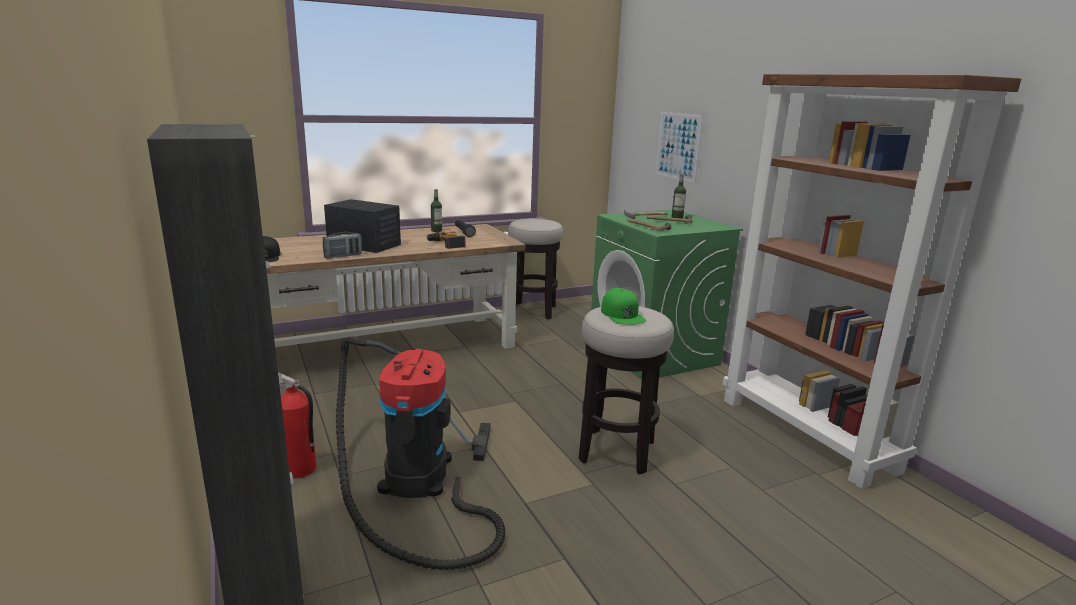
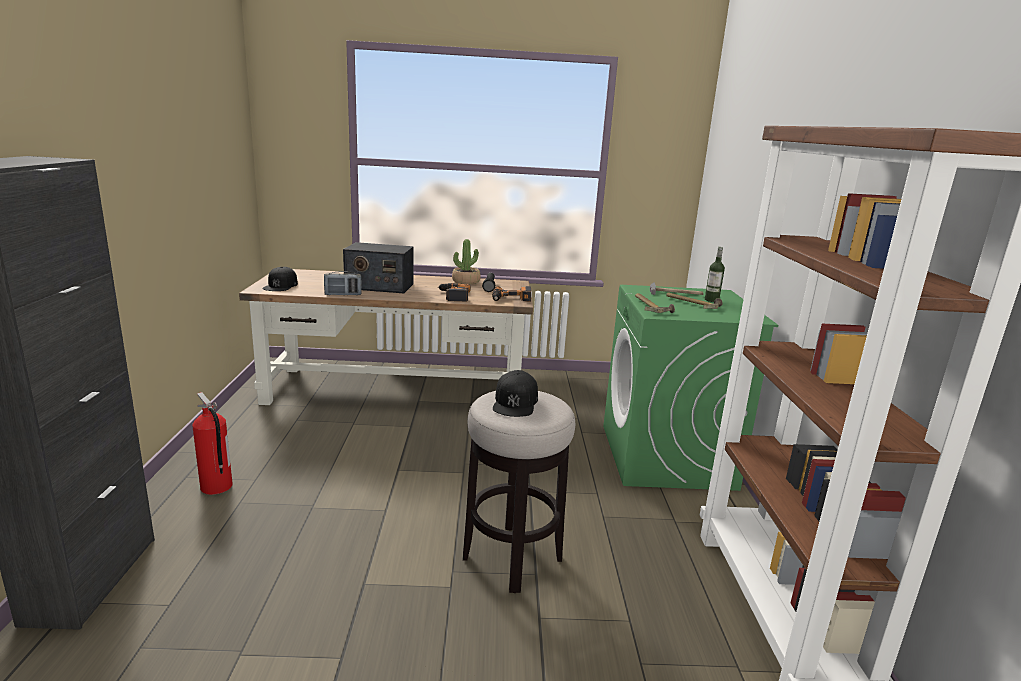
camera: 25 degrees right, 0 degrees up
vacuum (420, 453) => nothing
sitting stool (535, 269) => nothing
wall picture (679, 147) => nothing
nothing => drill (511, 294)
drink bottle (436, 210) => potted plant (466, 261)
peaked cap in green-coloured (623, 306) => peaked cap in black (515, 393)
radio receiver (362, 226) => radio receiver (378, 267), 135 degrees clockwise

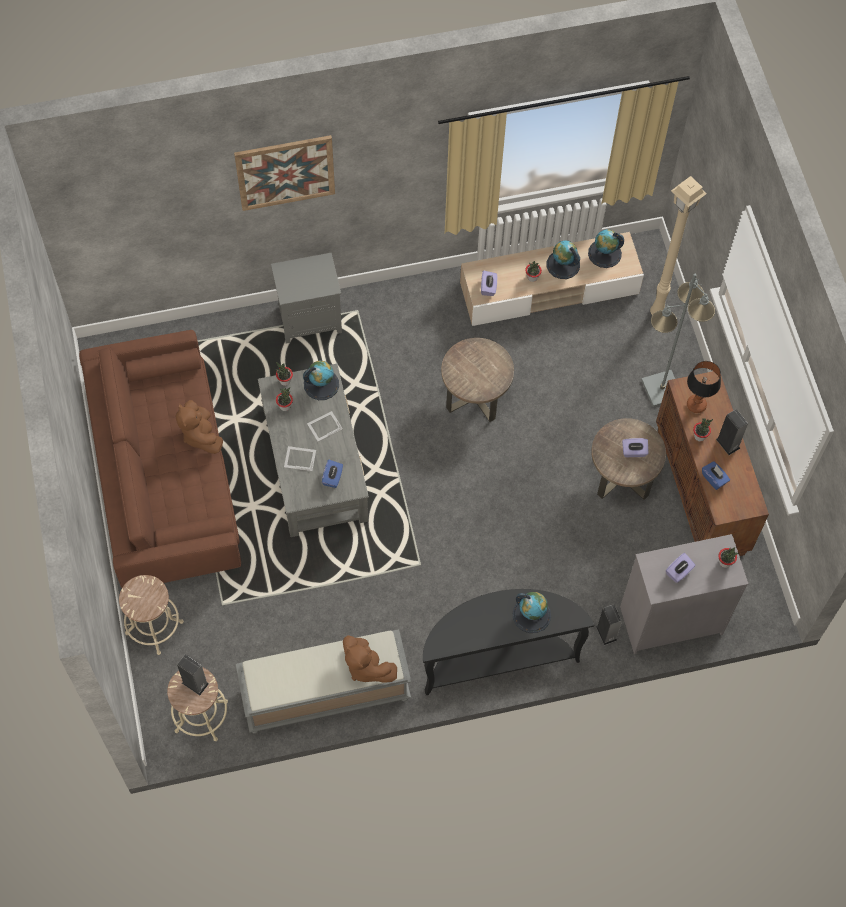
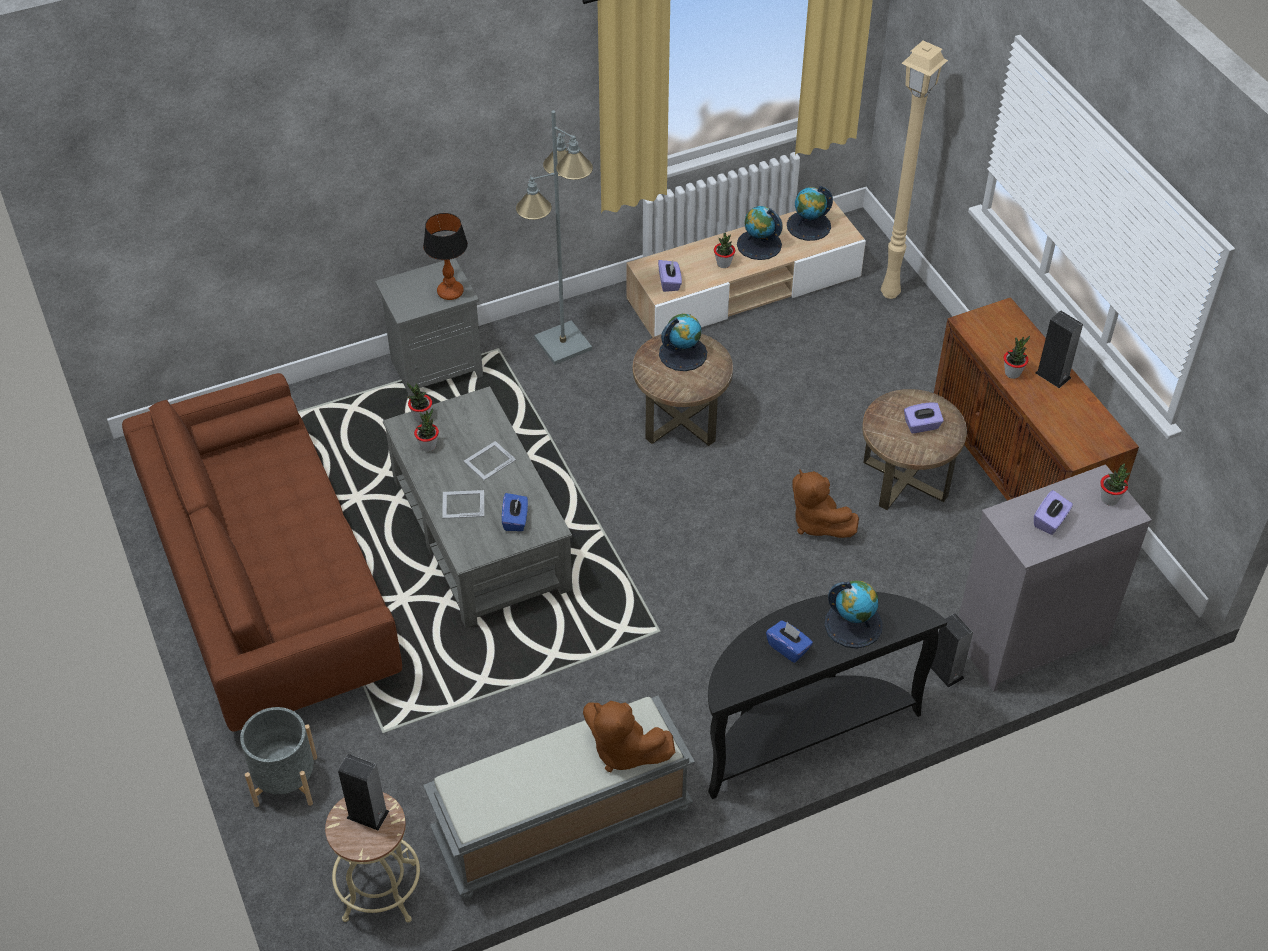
camera: 10 degrees left, 15 degrees down
wall picture (284, 173) => nothing
plush toy in brownish (199, 427) => plush toy in brownish (825, 503), moved
globe (321, 380) => globe (683, 342), moved
floor lamp in greyish (678, 340) => floor lamp in greyish (554, 237), moved
table lamp (704, 387) => table lamp (445, 256), moved
box of tissues in blue (716, 475) => box of tissues in blue (789, 641), moved
sitting stool in sand-coloured (151, 615) => plant pot in greyish (278, 757)

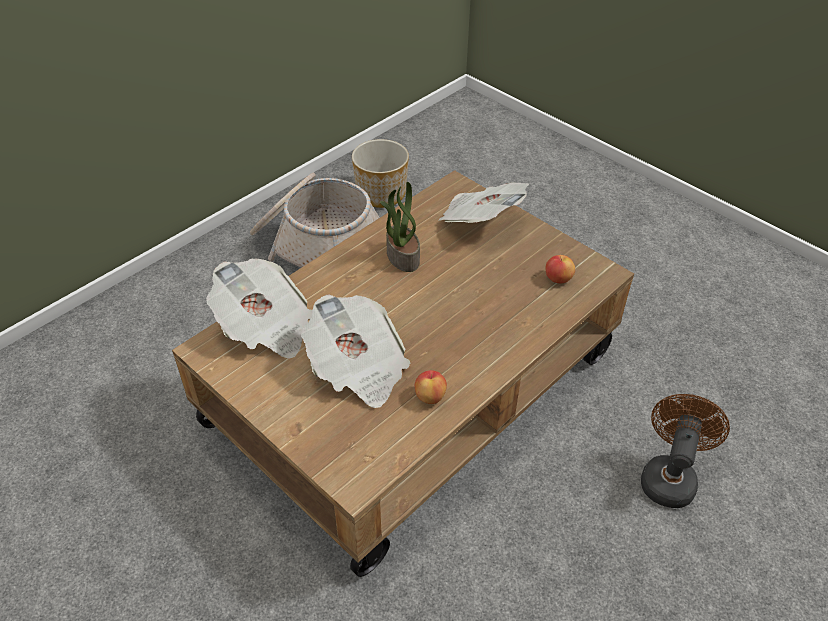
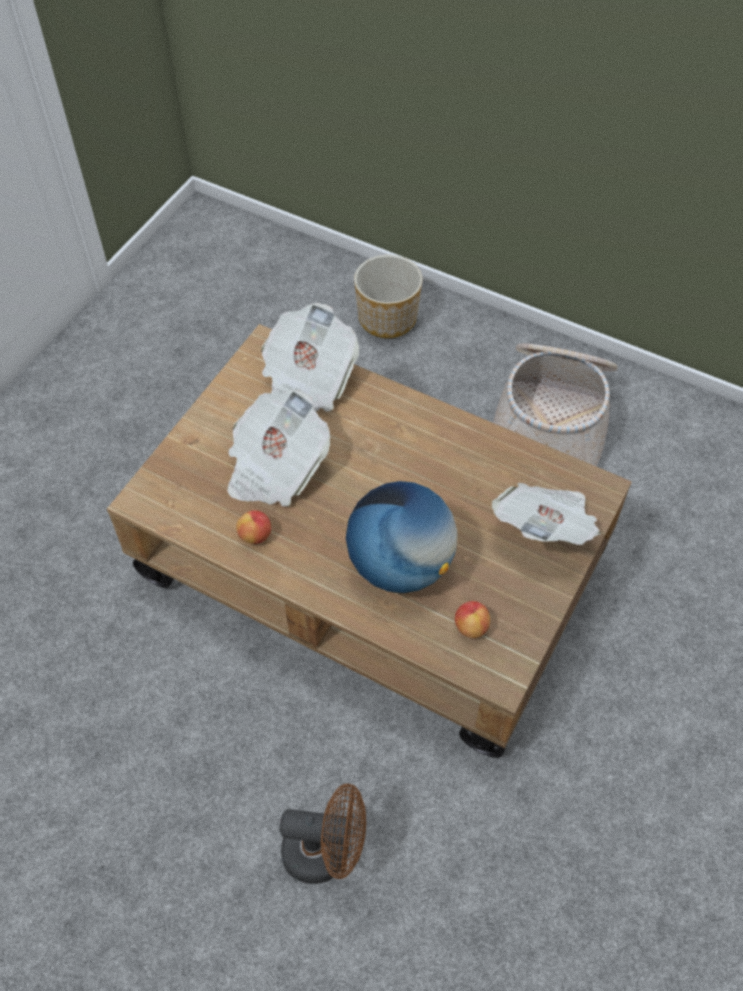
camera: 75 degrees right, 10 degrees up
potted plant (400, 227) => nothing
nothing => globe (401, 537)
plant pot (380, 173) => plant pot (388, 296), moved

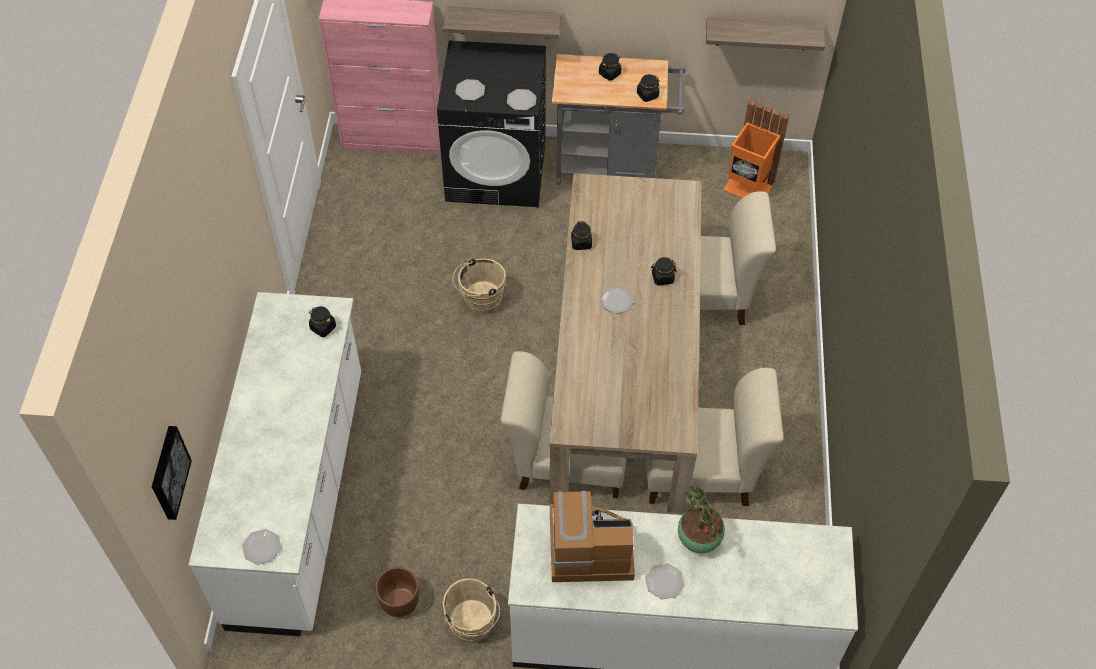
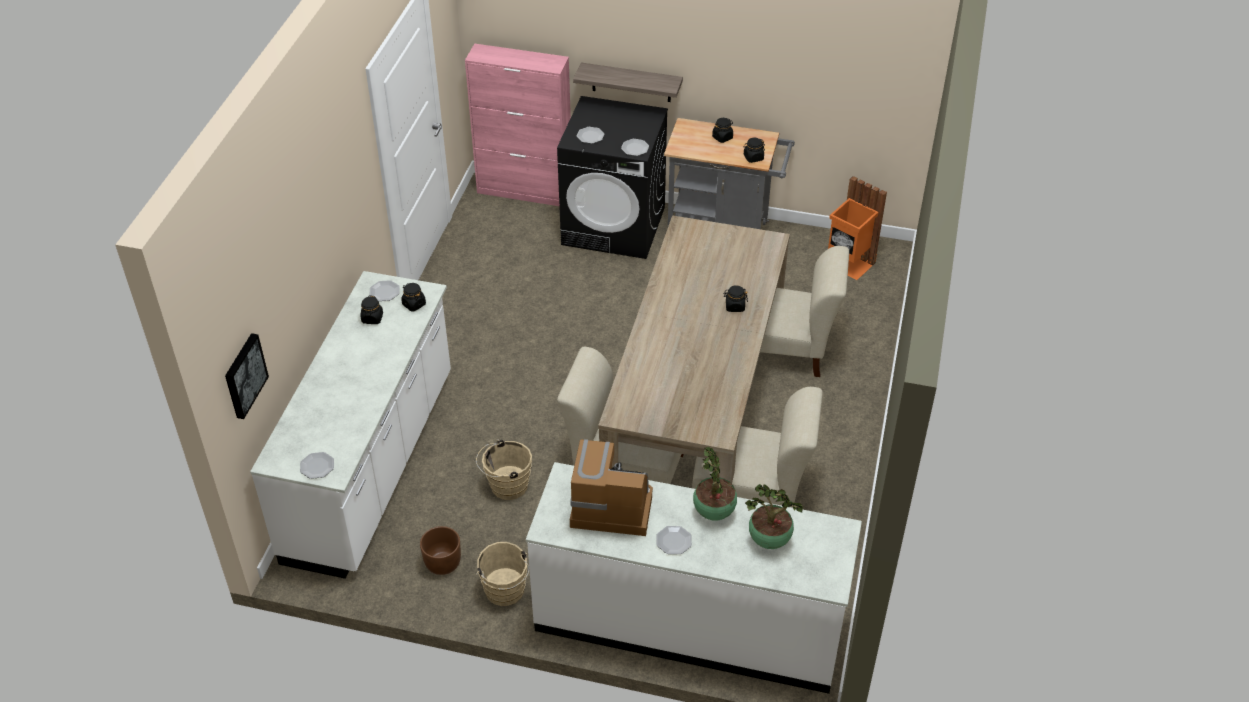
camera: 10 degrees right, 10 degrees down
bracket shelf (765, 34) => nothing
nothing => potted plant (774, 516)
pail in sand-coloured (479, 286) => pail in sand-coloured (504, 469), moved
storage jar in black (581, 235) => storage jar in black (372, 309), moved
plate (617, 300) => plate (384, 290), moved

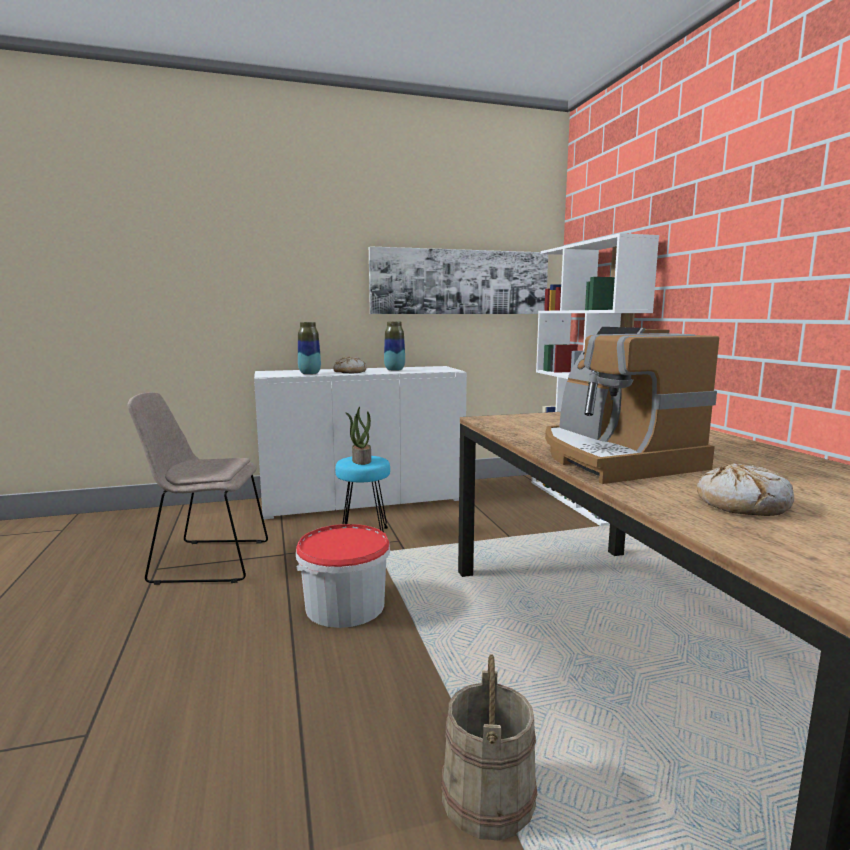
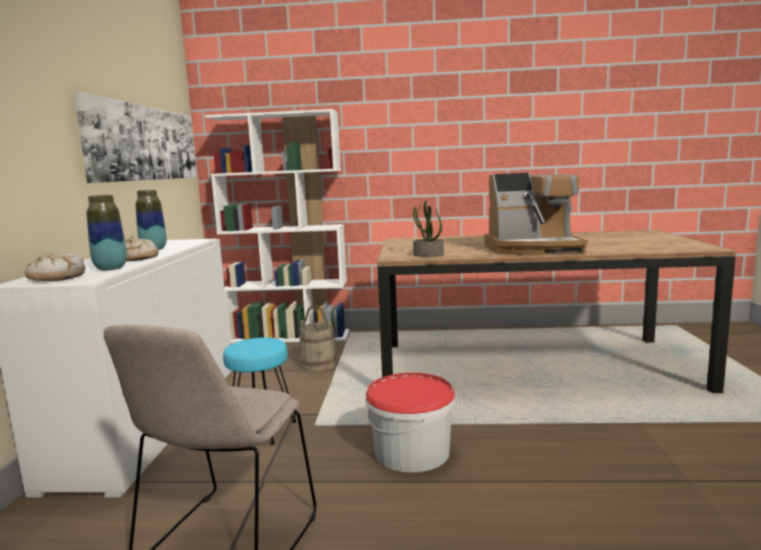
camera: 70 degrees left, 0 degrees up
potted plant (358, 436) => potted plant (428, 228), moved
pail in sand-coloured (489, 748) => pail in sand-coloured (318, 338), moved
bakery bread (745, 489) => bakery bread (55, 267), moved

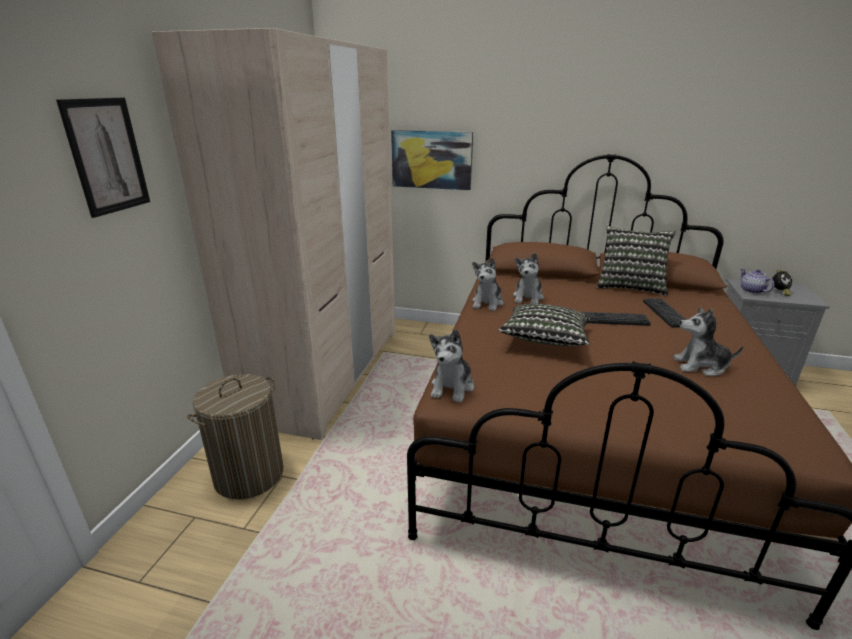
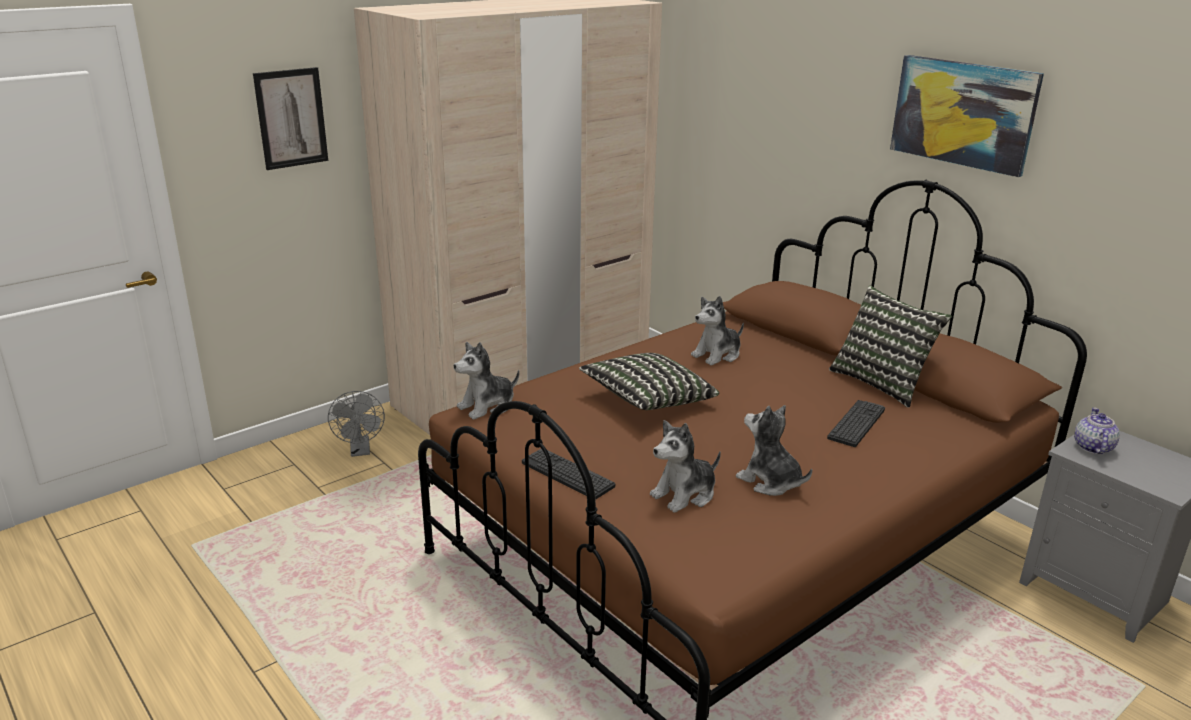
camera: 35 degrees right, 0 degrees up
bedside clock (782, 282) => nothing
wall picture (432, 160) => wall picture (967, 116), moved
plush toy (488, 284) => plush toy (685, 466), moved
computer keyboard (616, 319) => computer keyboard (568, 474), moved
hamper (235, 437) => cooling fan in greyish (356, 424)

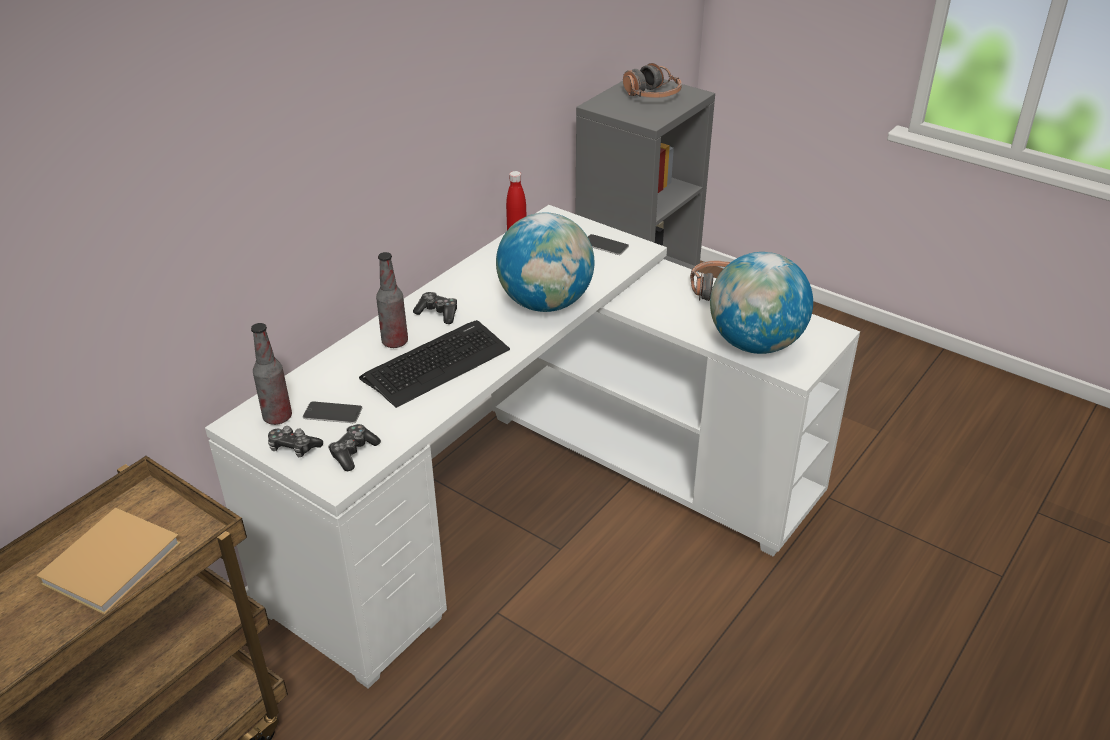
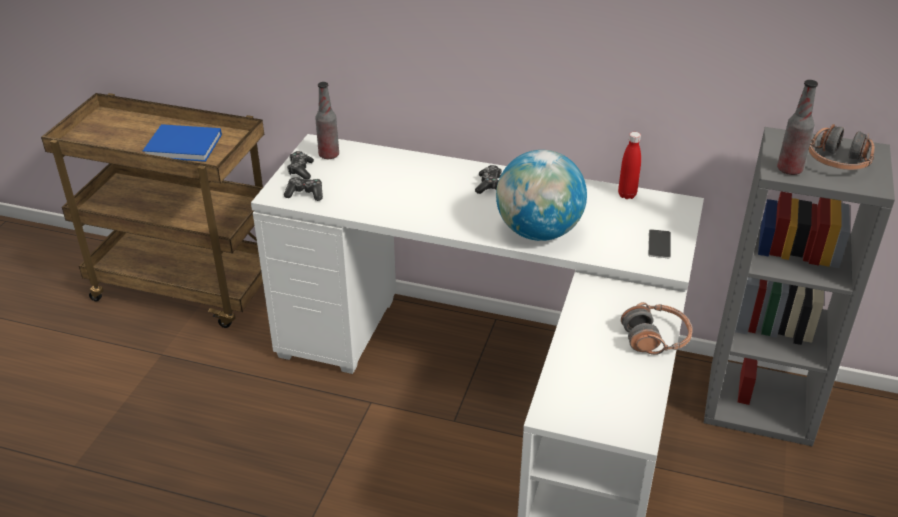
camera: 70 degrees right, 0 degrees up
handset (333, 412) => nothing
computer keyboard (434, 364) => nothing
globe (761, 303) => nothing
drink bottle (392, 300) => drink bottle (797, 127), moved
volume in sand-coloured (108, 561) => volume in blue (182, 143)

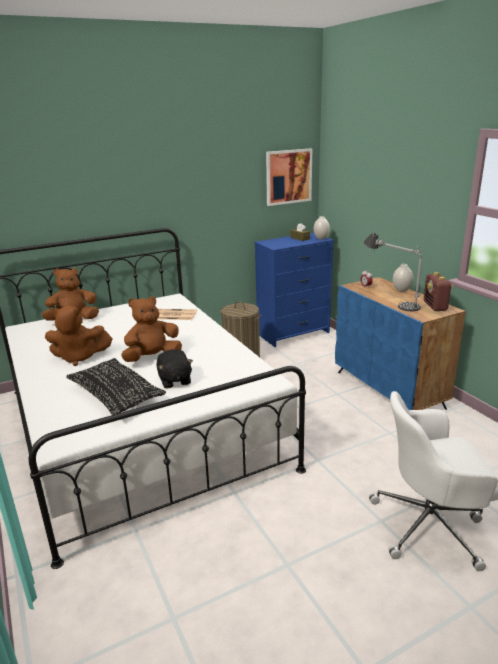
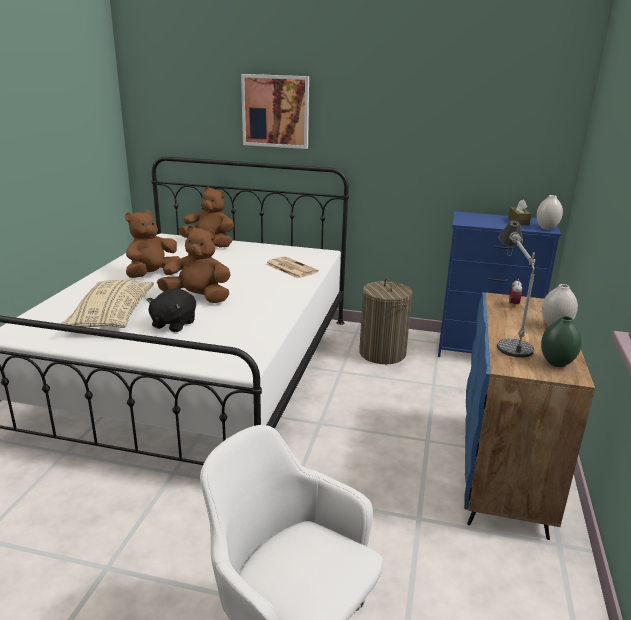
camera: 40 degrees right, 0 degrees up
wall picture (289, 177) => wall picture (275, 111), moved
radio receiver (438, 291) => vase in green-coloured (561, 341)
throw pillow in black (116, 386) => throw pillow in sand-coloured (107, 304)
plush toy in brownish (78, 336) => plush toy in brownish (152, 244), 90 degrees clockwise

